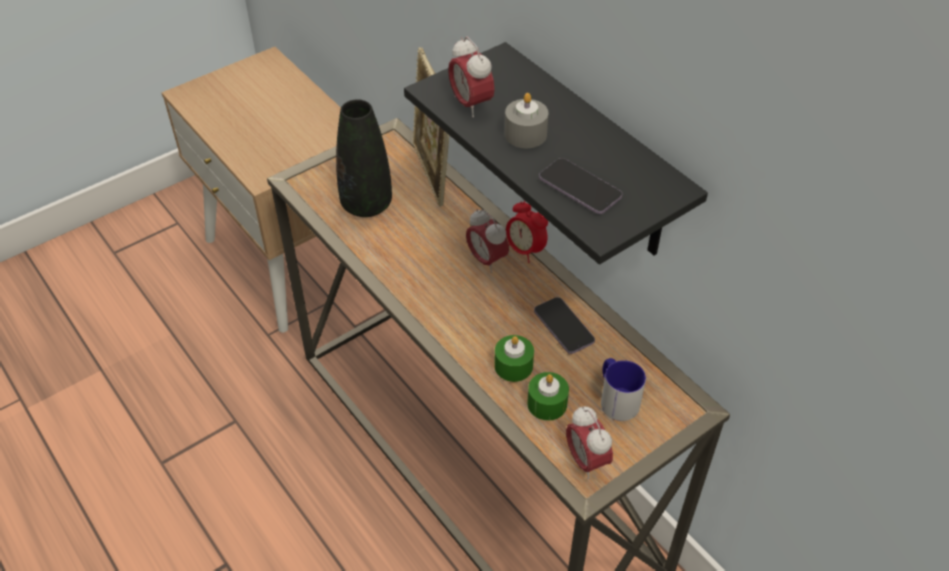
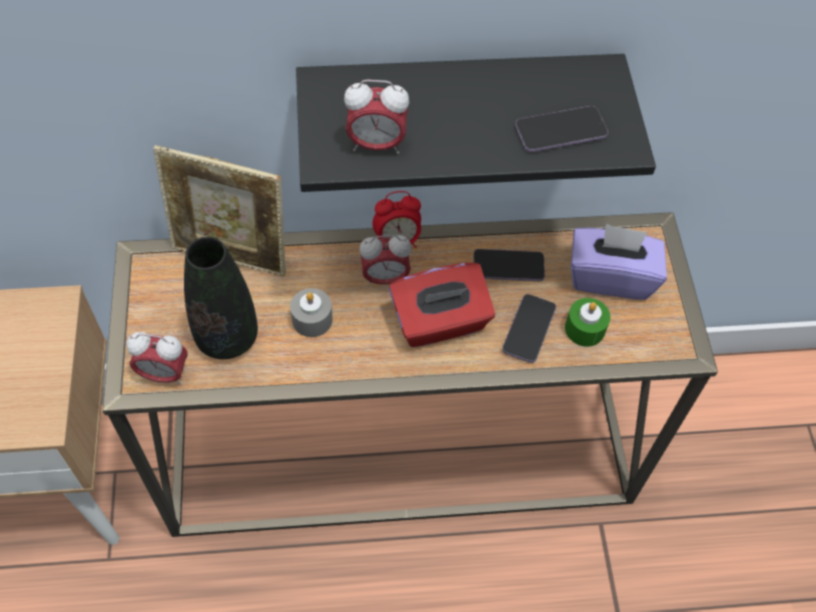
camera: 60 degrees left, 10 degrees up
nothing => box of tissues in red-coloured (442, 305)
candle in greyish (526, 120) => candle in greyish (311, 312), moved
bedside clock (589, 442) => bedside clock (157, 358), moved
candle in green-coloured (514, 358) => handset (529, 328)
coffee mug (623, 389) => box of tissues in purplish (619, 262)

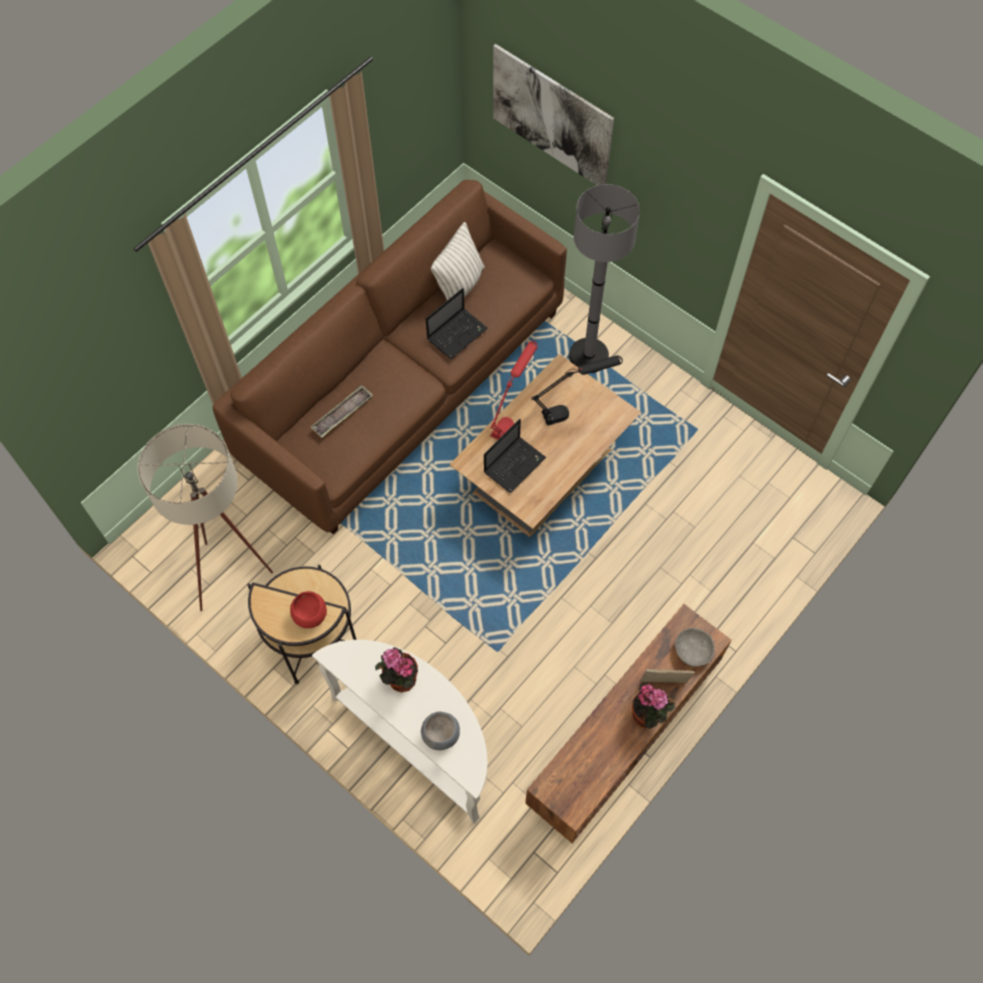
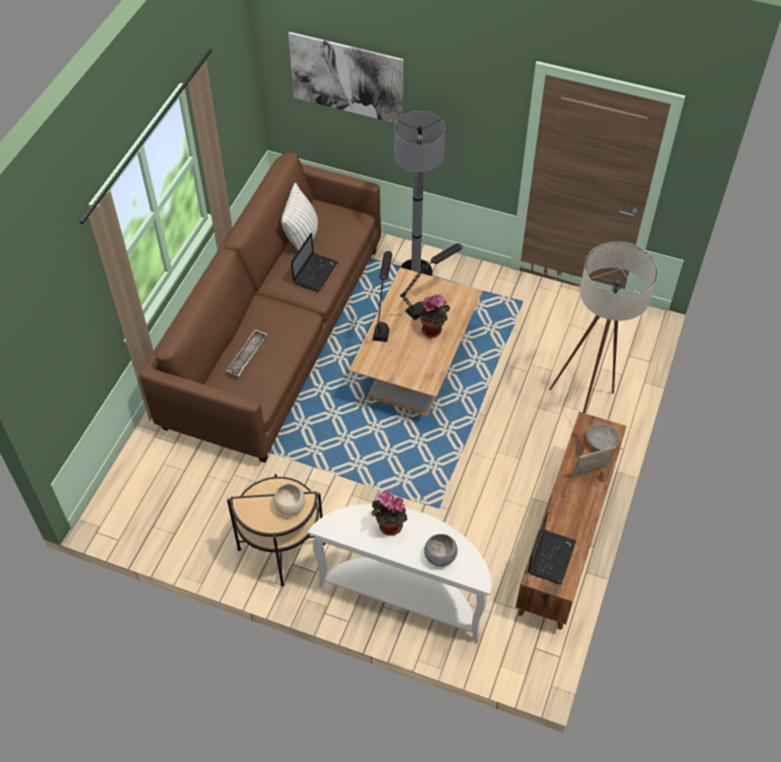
camera: 20 degrees left, 10 degrees down
floor lamp in sand-coloured (205, 517) => floor lamp in sand-coloured (603, 327), moved
portable computer (515, 456) => portable computer (552, 548), moved
potted plant (653, 705) => potted plant (435, 316), moved
bowl in red-coloured (308, 609) => bowl in sand-coloured (289, 500)
table lamp in red-coloured (514, 390) => table lamp in black (382, 296)

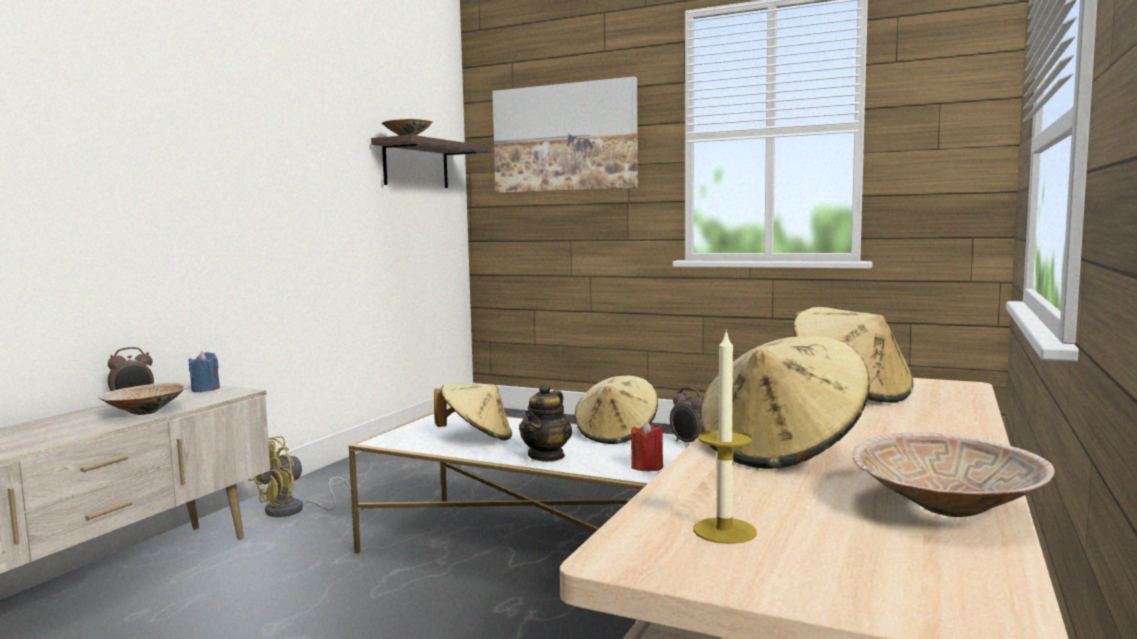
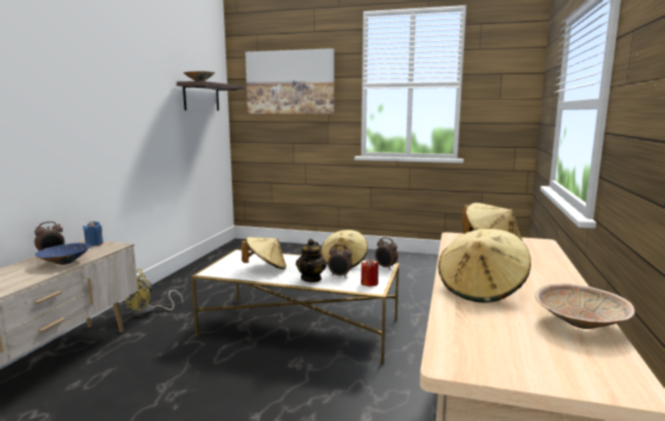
camera: 10 degrees left, 5 degrees up
candle (725, 436) => nothing
nothing => bedside clock (340, 261)
bowl in sand-coloured (142, 398) => bowl in blue (63, 254)

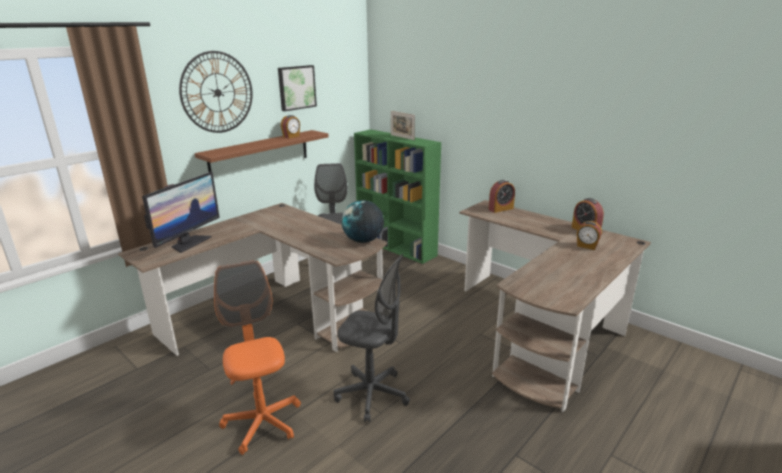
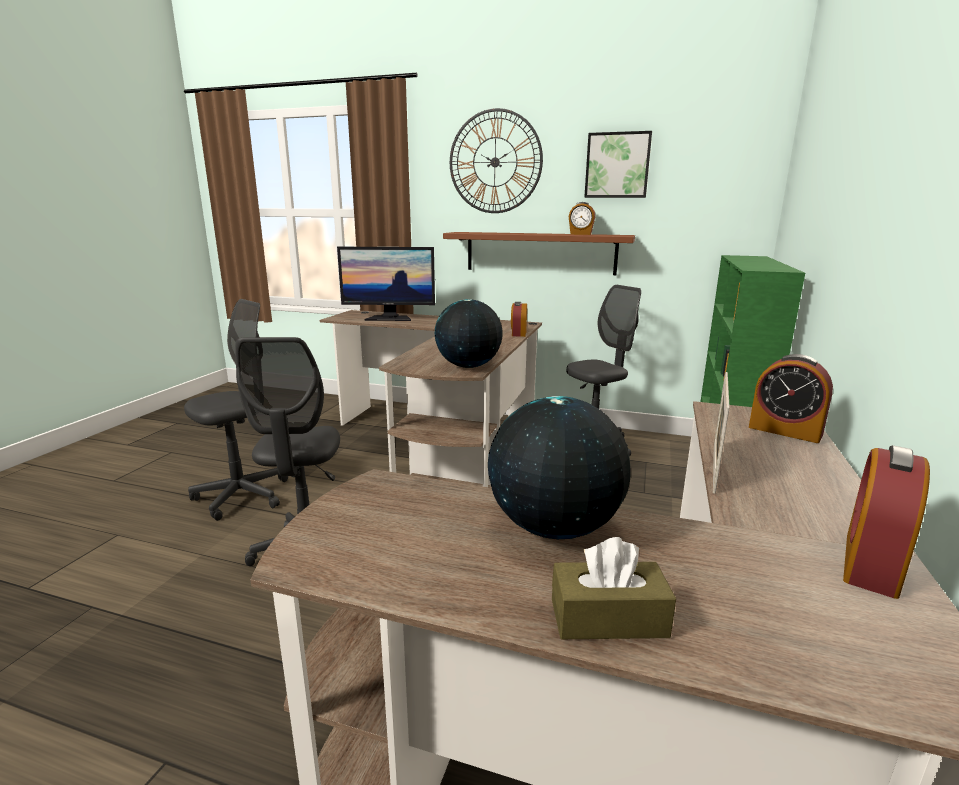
camera: 65 degrees right, 5 degrees down
nothing => globe (559, 467)
nothing => box of tissues in brownish (614, 588)
picture frame (403, 125) => picture frame (721, 433), moved
bedside clock (589, 235) => bedside clock (519, 319), moved
desk chair in orangey (257, 357) => desk chair in greyish (236, 410)

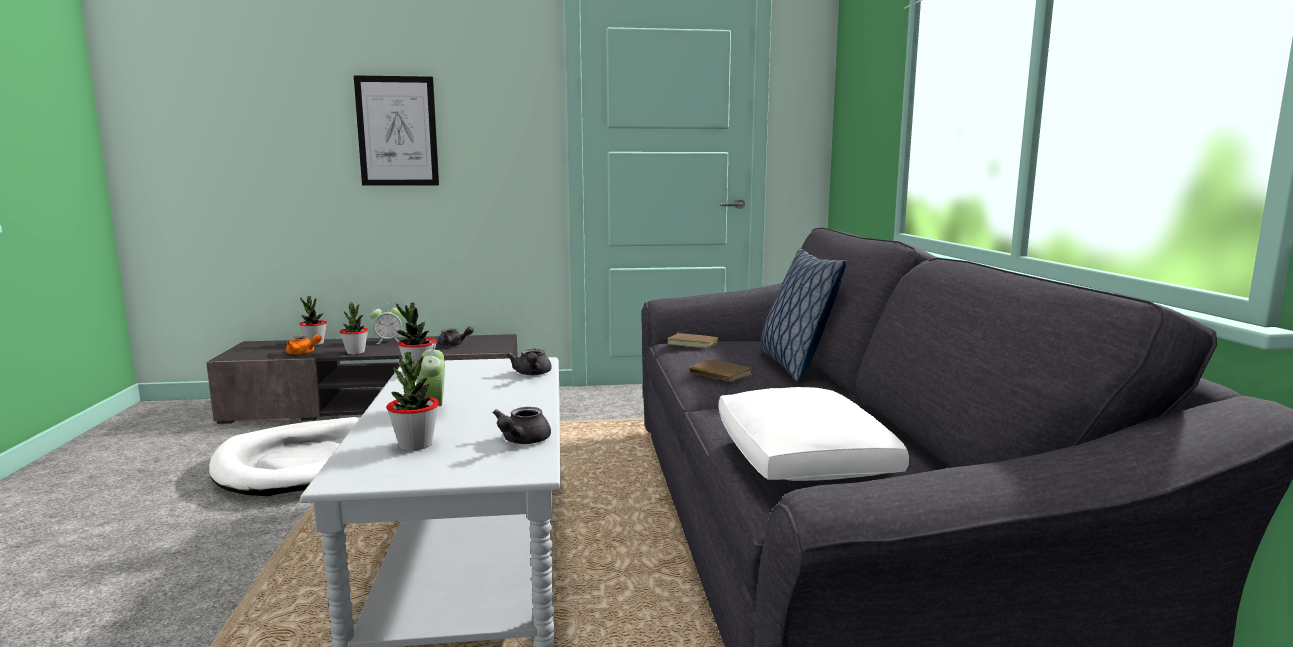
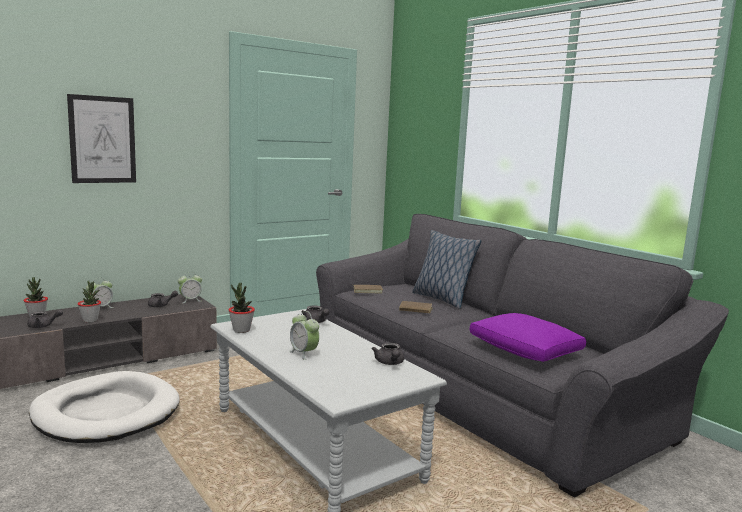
camera: 30 degrees left, 0 degrees up
potted plant (413, 401) => nothing
nothing => bedside clock (190, 289)
pot for tea in orangey (304, 344) => pot for tea in greyish (45, 318)
throw pillow in white (814, 434) => throw pillow in purplish (528, 337)

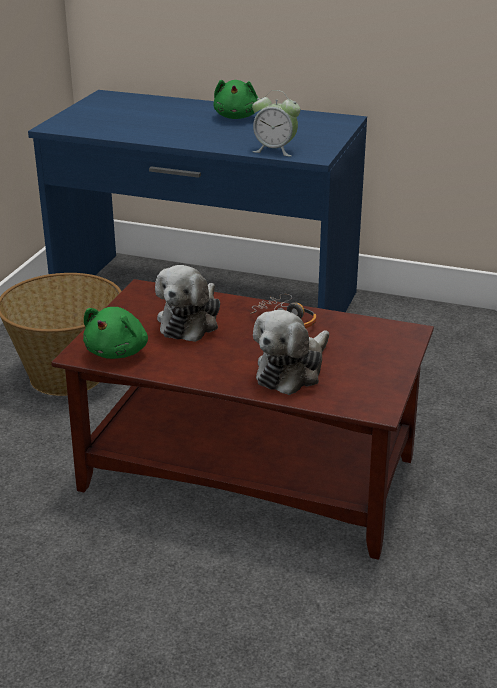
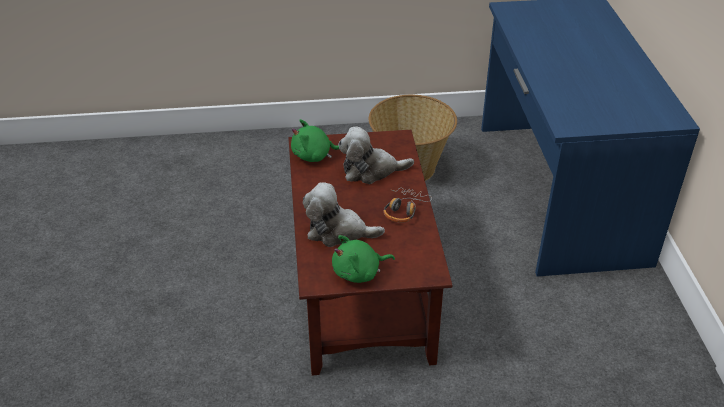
camera: 65 degrees right, 10 degrees up
bedside clock (276, 123) => nothing
plush toy in green-coloured (236, 99) => plush toy in green-coloured (363, 259), moved

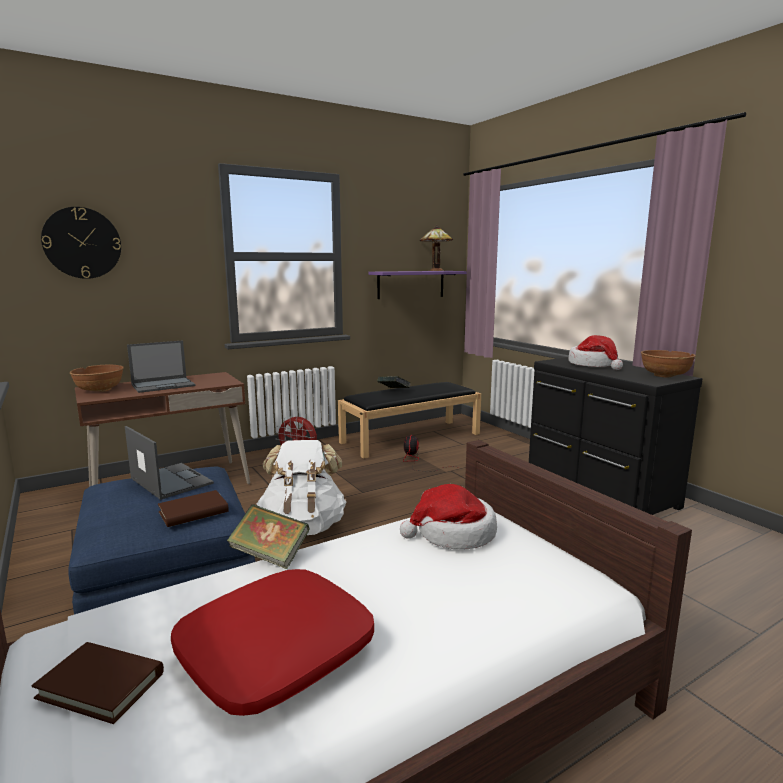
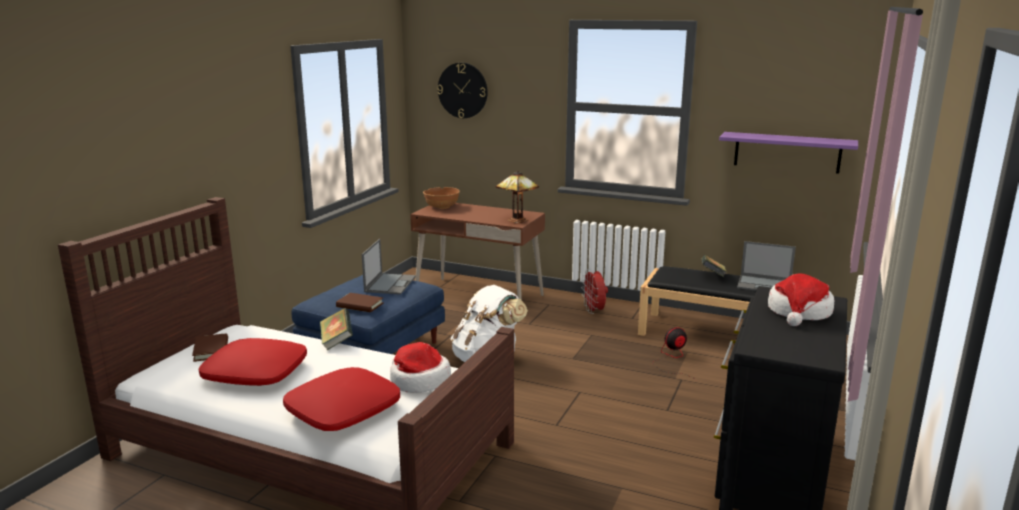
camera: 55 degrees right, 5 degrees up
bowl in brownish (668, 364) => nothing
nothing => throw pillow in red-coloured (341, 399)
portable computer (161, 366) => portable computer (766, 266), moved
table lamp (436, 248) => table lamp (517, 197), moved

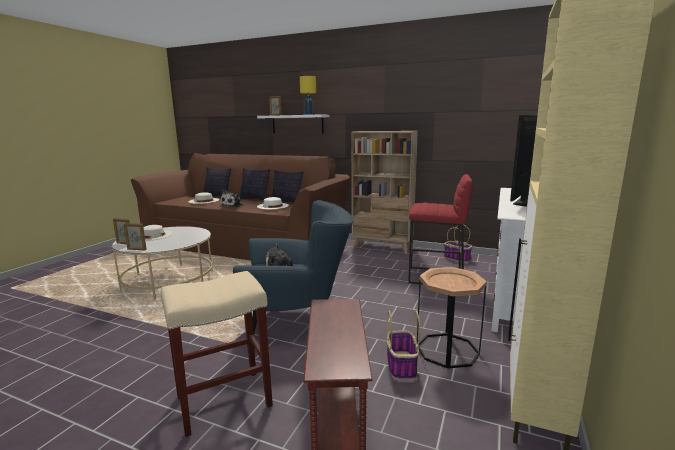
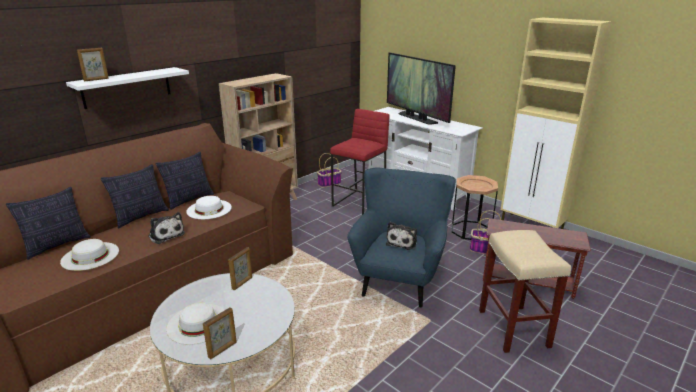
camera: 70 degrees left, 10 degrees up
table lamp in yellow (308, 95) => nothing
picture frame (135, 237) => picture frame (240, 268), moved

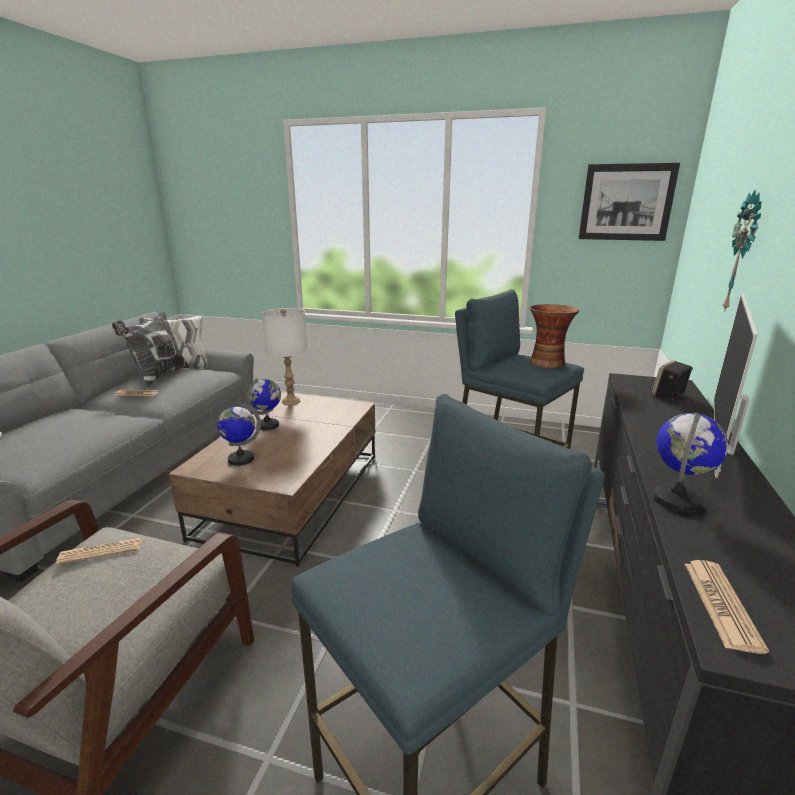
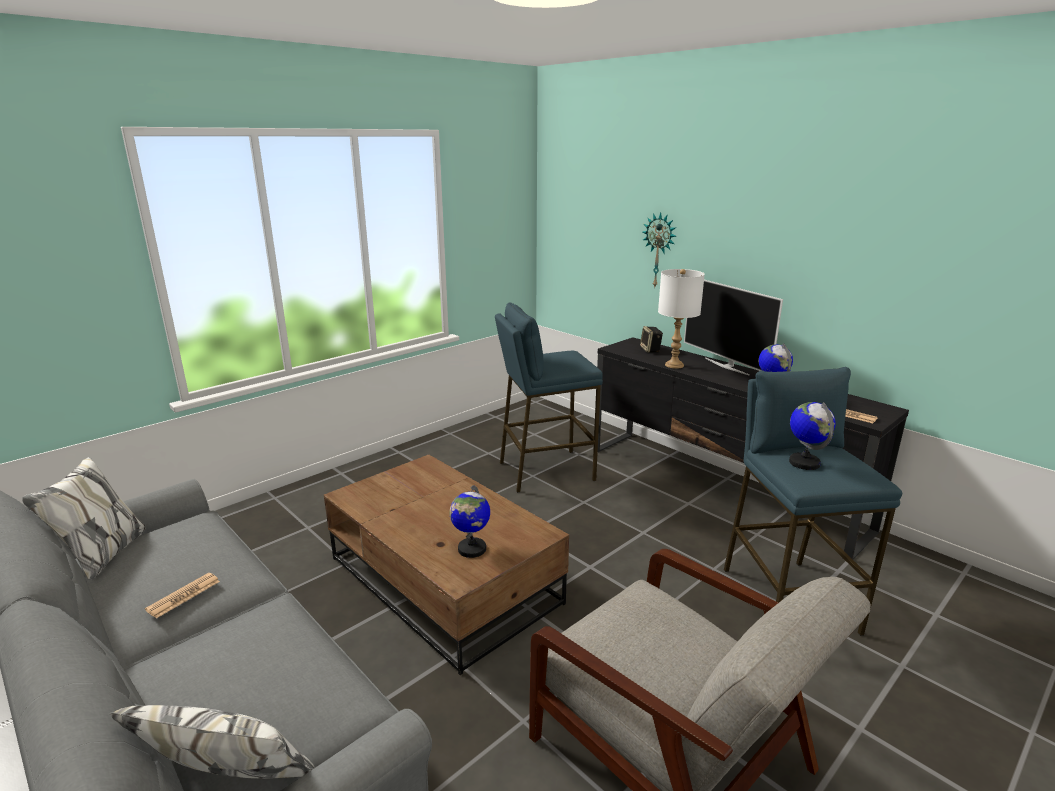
camera: 60 degrees left, 0 degrees up
newspaper (99, 551) => nothing
throw pillow (151, 350) => nothing
vase (554, 336) => nothing
wall picture (629, 202) => nothing
globe (264, 404) => globe (812, 436), moved
table lamp in white (284, 356) => table lamp in white (681, 319), moved

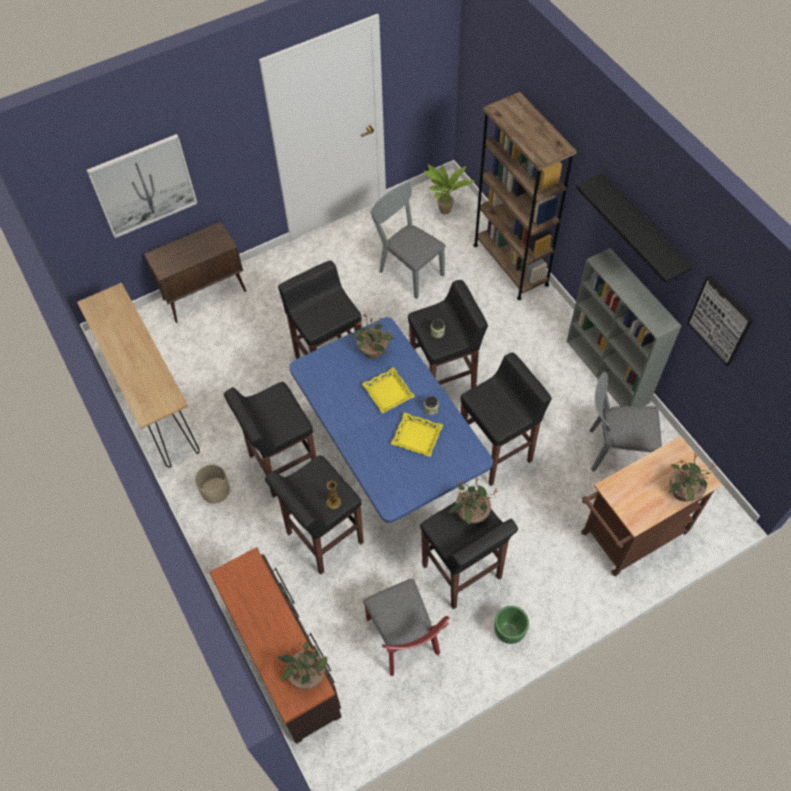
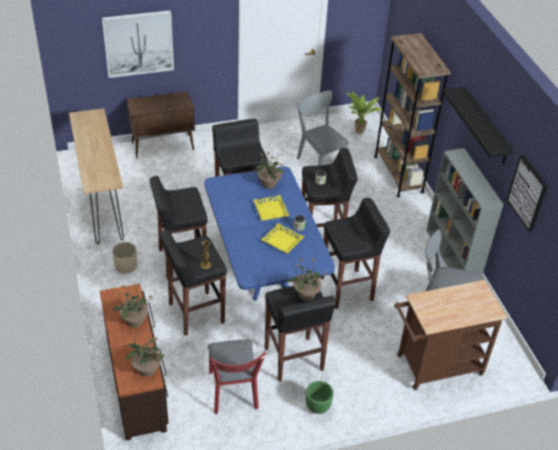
camera: 10 degrees right, 15 degrees down
potted plant (693, 478) => potted plant (131, 305), moved

